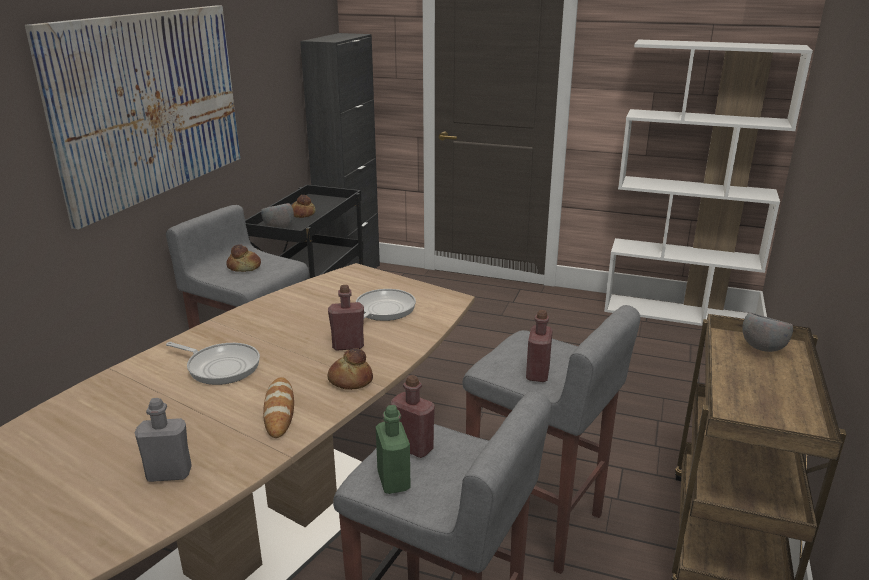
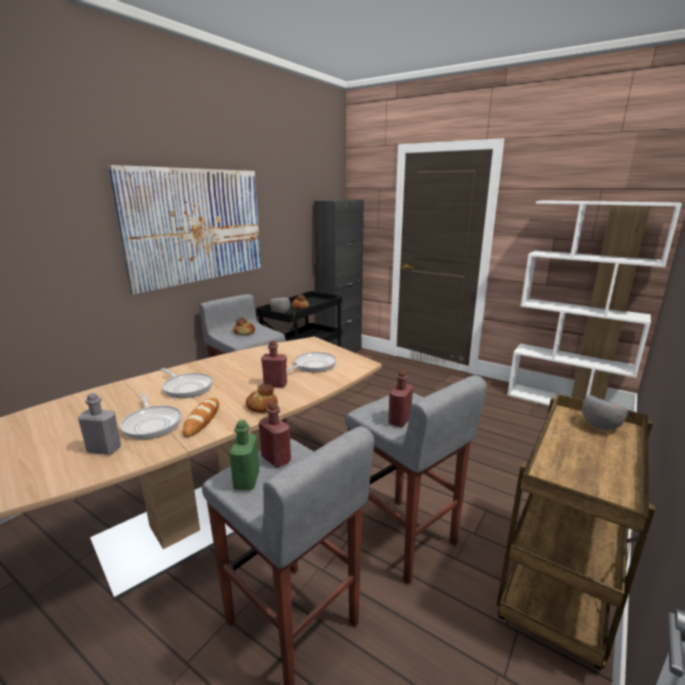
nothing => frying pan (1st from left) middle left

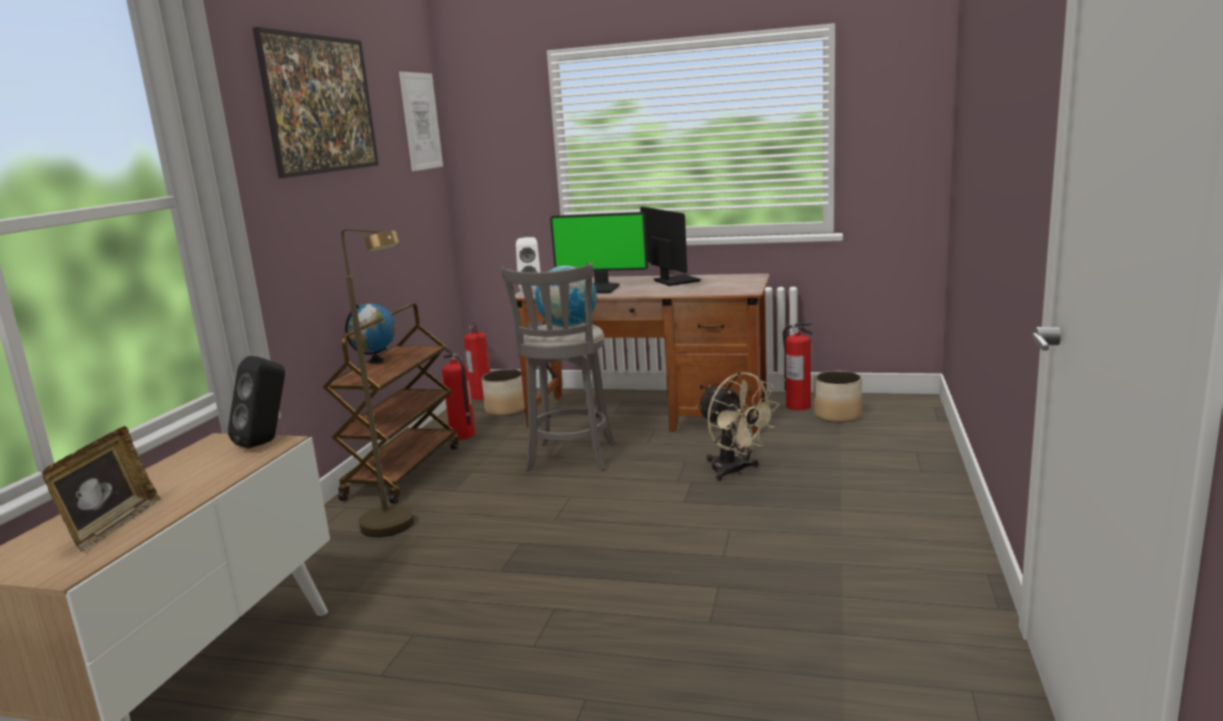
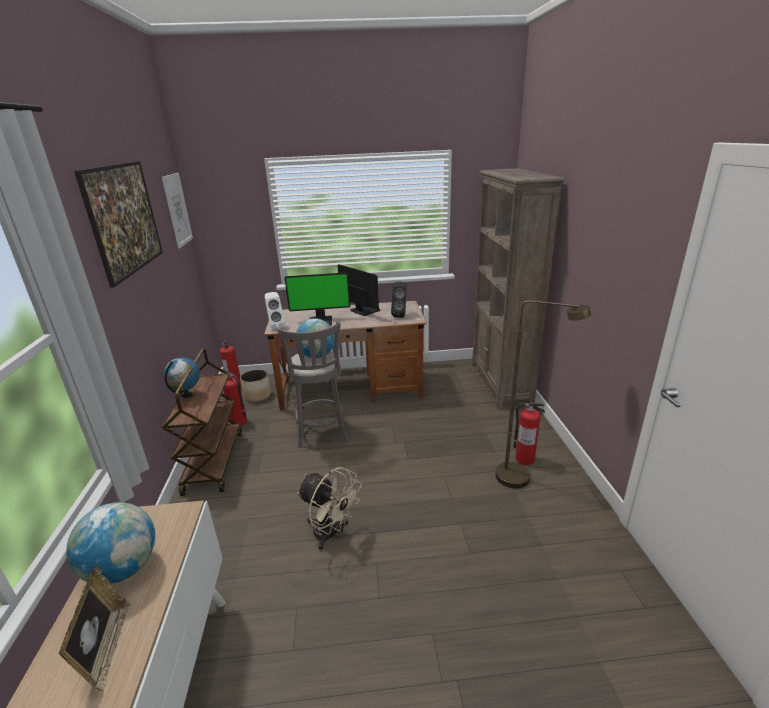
planter (2nd from left) middle right => nothing
nothing => globe (1st from left) bottom left
nothing => brown bookcase middle right
black speaker middle left => black speaker centre, moved
brown floor lamp middle left => brown floor lamp middle right, moved
beige fan centre => beige fan bottom centre, moved
fire extinguisher (3rd from left) centre => fire extinguisher (3rd from left) middle right, moved

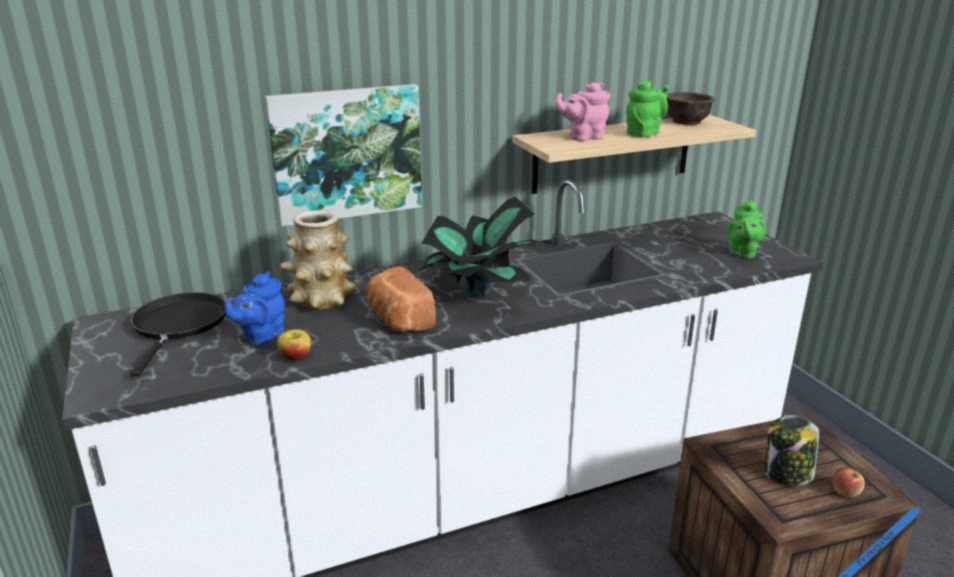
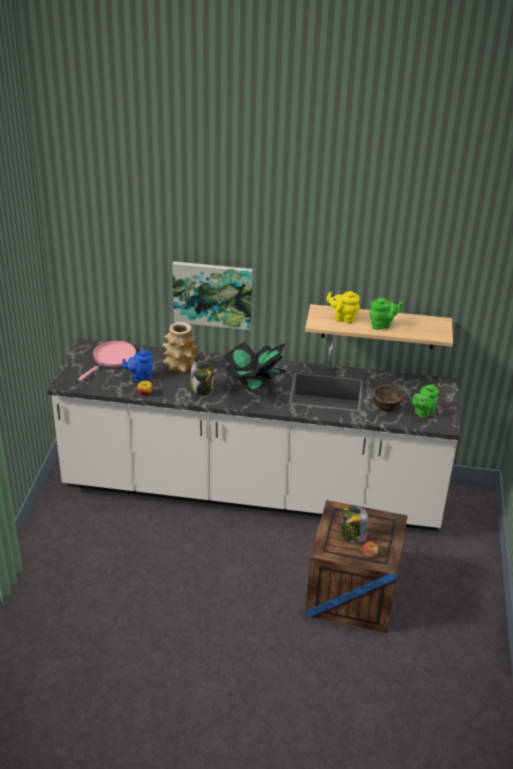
brown bowl top right => brown bowl middle right, moved
bread centre => jar (1st from left) centre
black frying pan middle left => pink frying pan middle left
pink teapot top centre => yellow teapot middle right

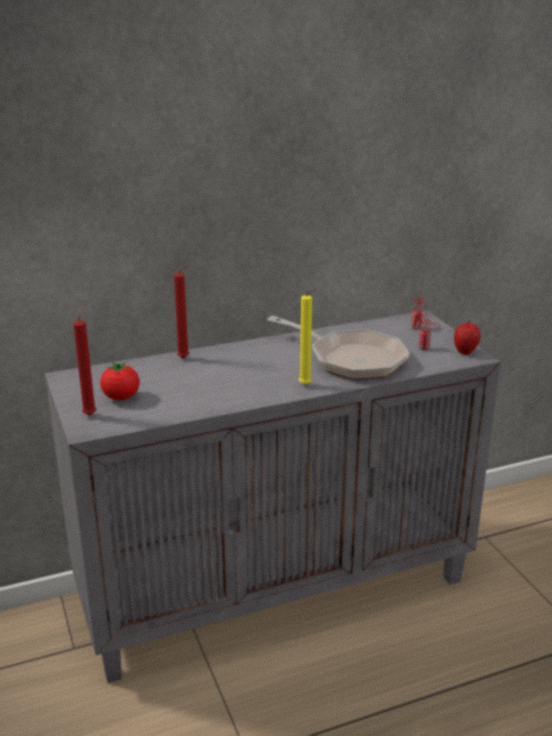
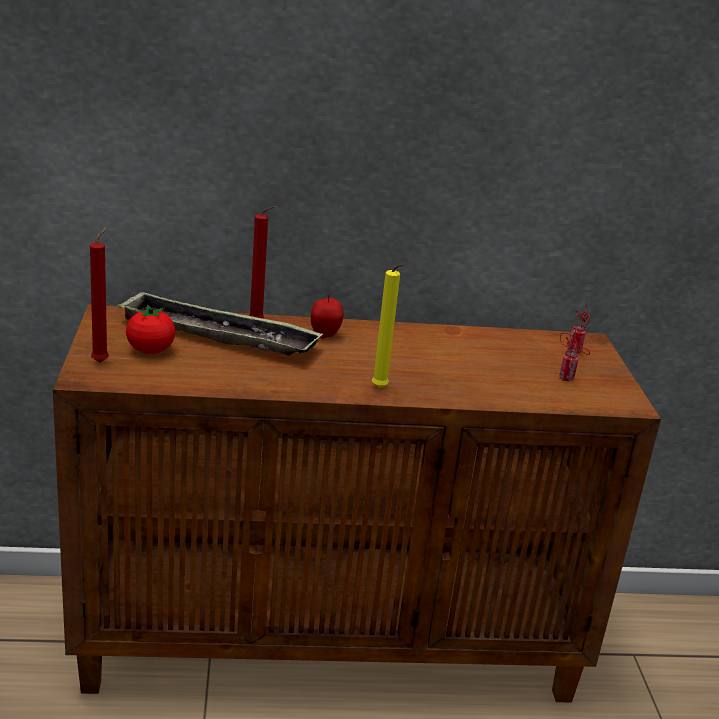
frying pan centre => nothing
nothing => tray middle left
apple middle right => apple centre, moved
grey cabinet bottom centre => brown cabinet bottom centre

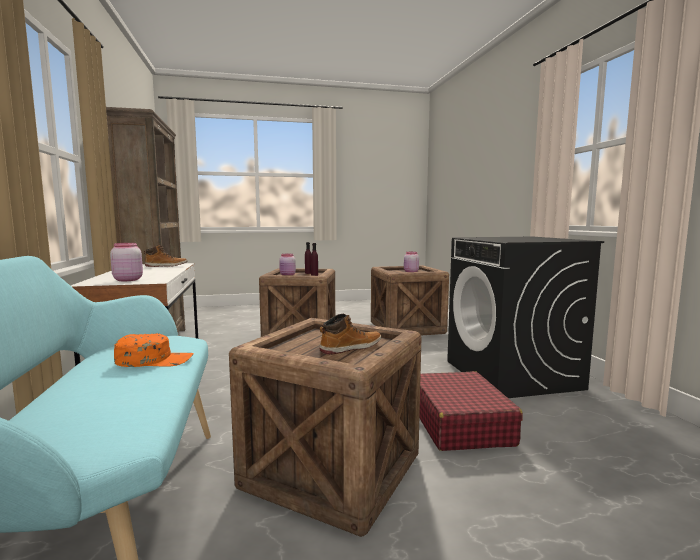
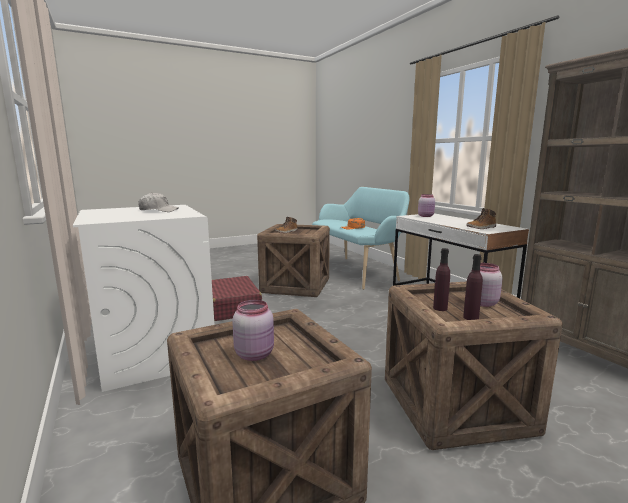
nothing => white cap middle left
black washing machine middle right => white washing machine middle left

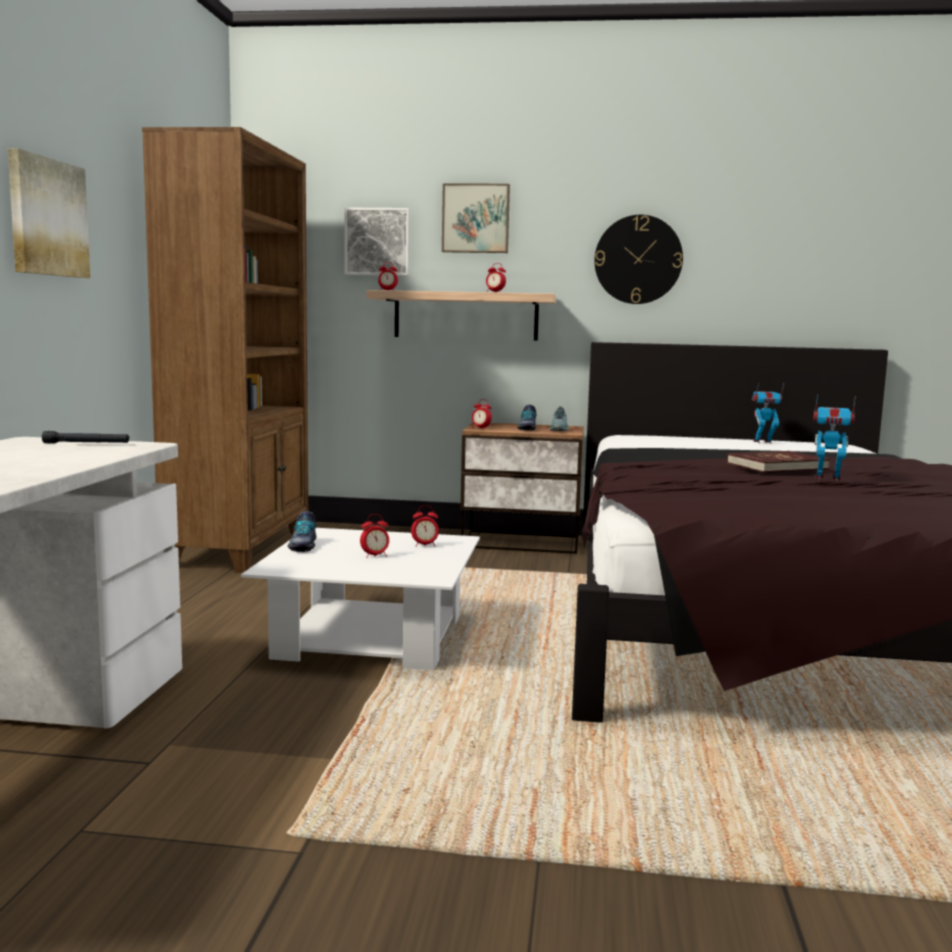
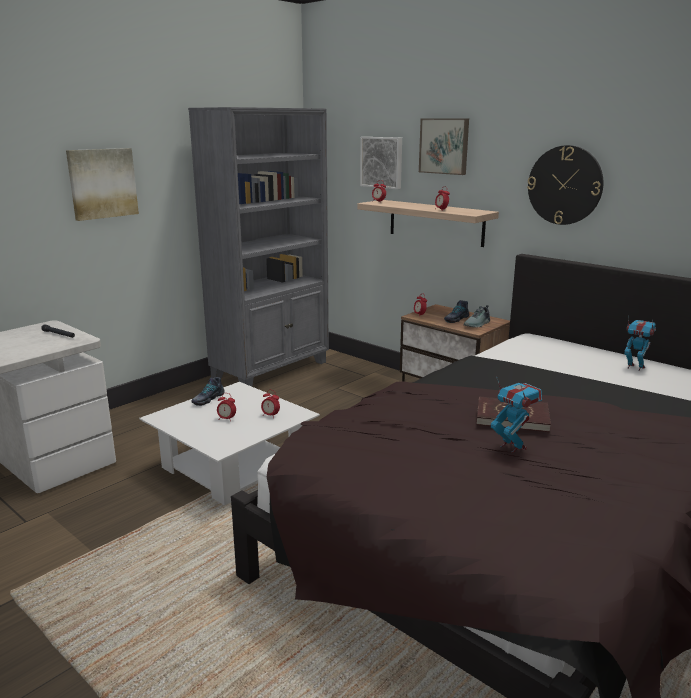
brown bookcase middle left => grey bookcase centre

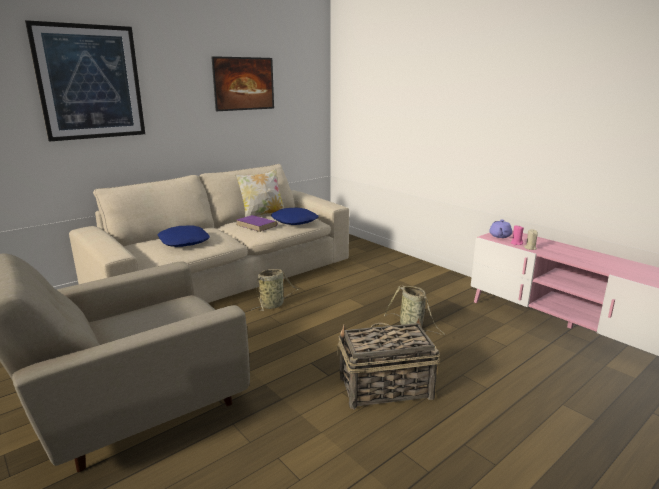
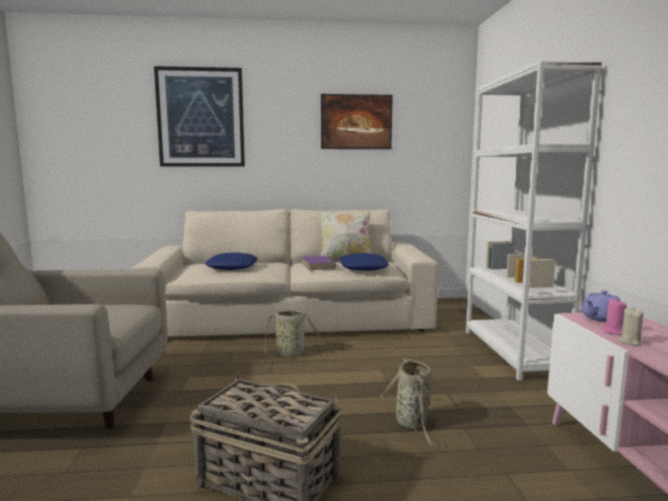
nothing => white bookcase middle right

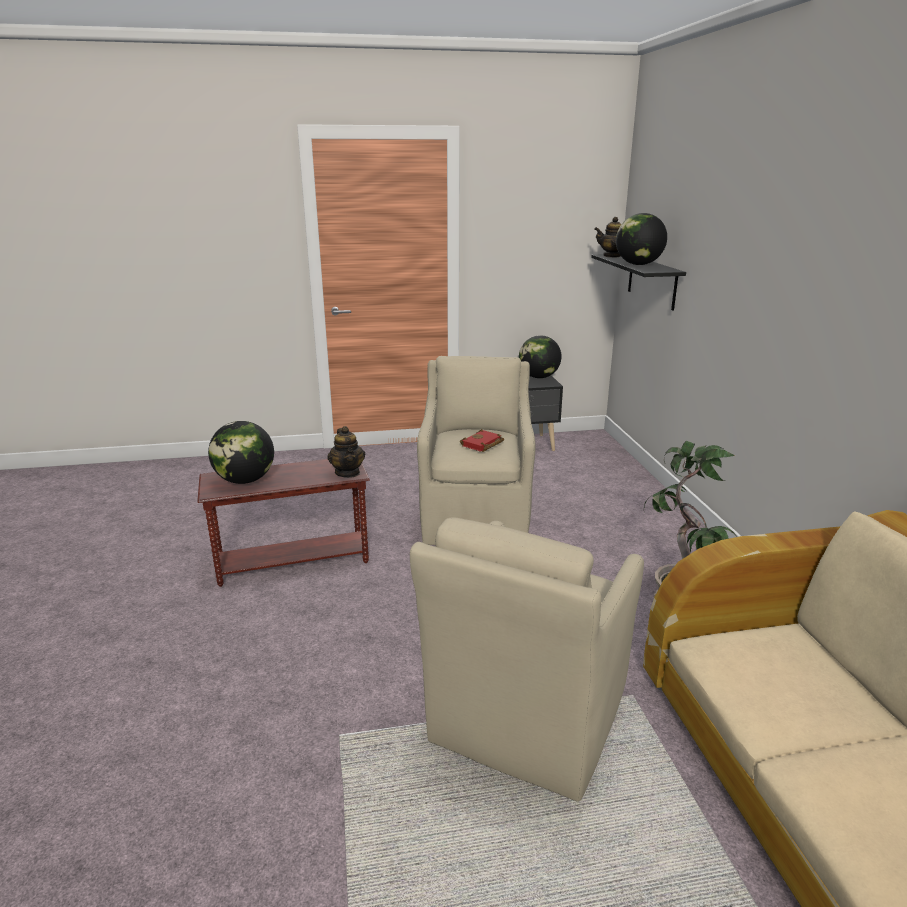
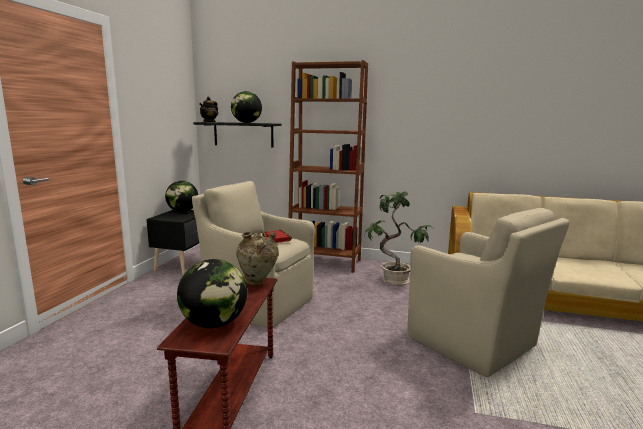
nothing => brown bookcase centre
teapot (1st from left) centre => beige vase centre

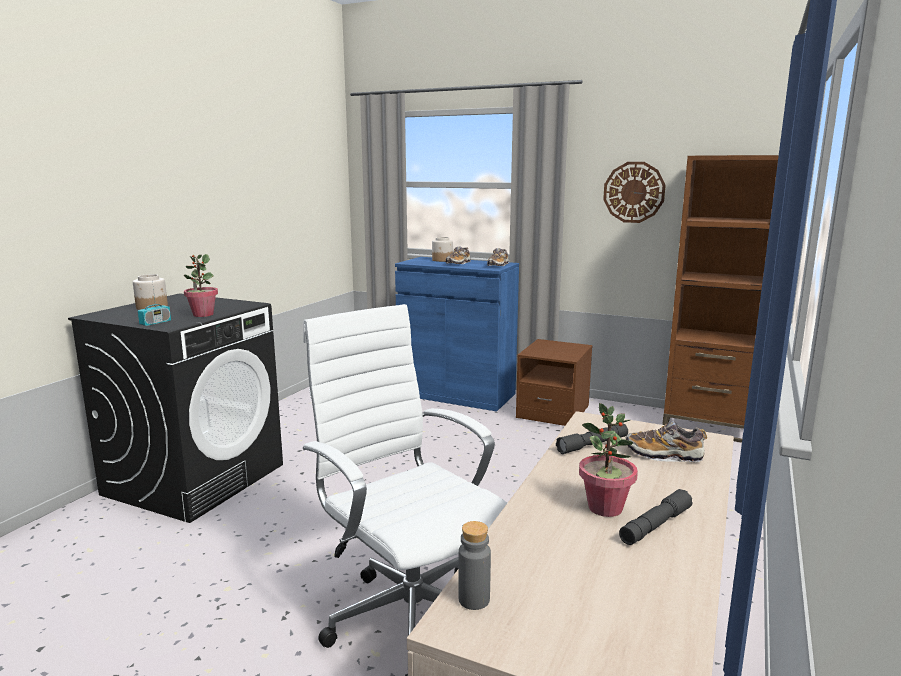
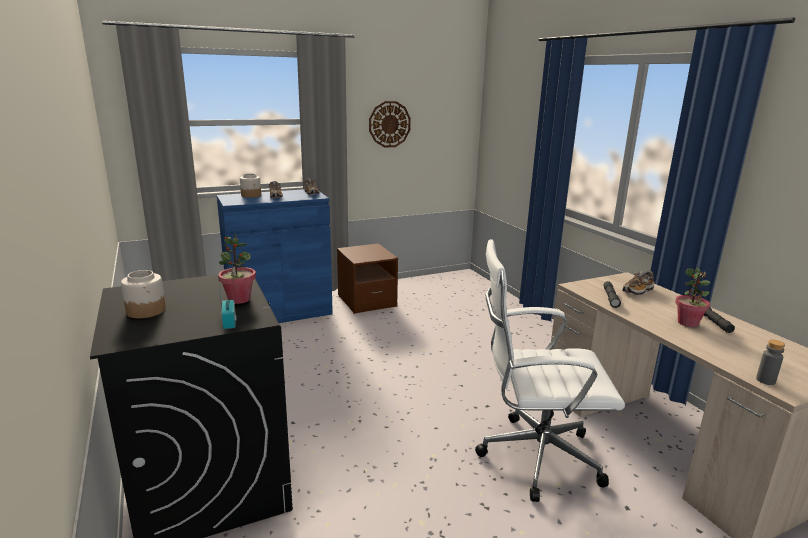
brown bookcase middle right => nothing

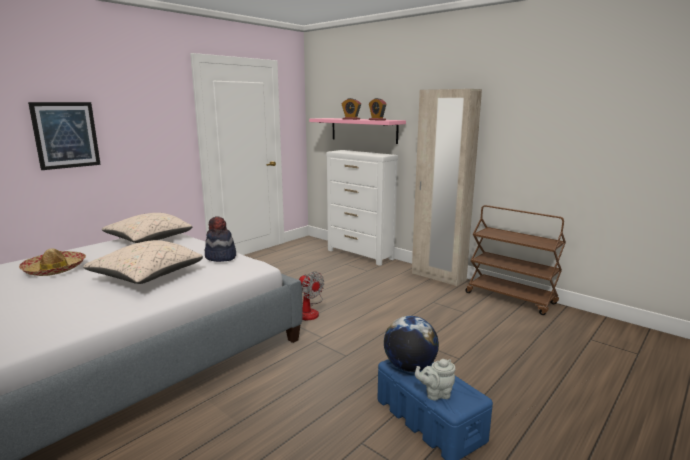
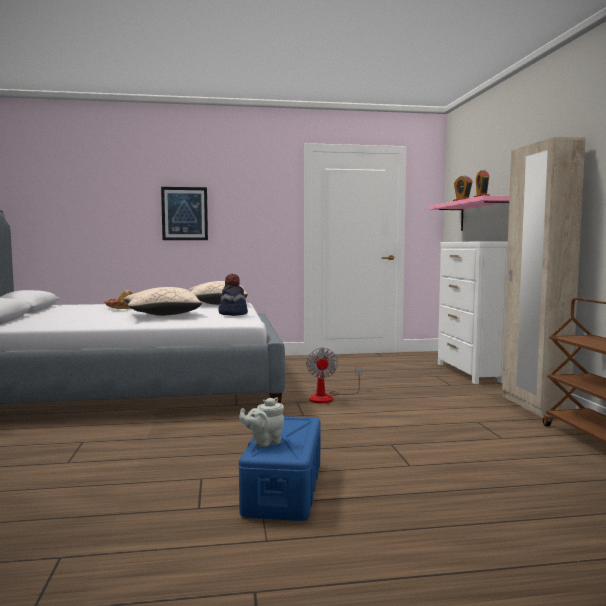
globe bottom centre => nothing
grey teapot bottom centre, 60 degrees counterclockwise

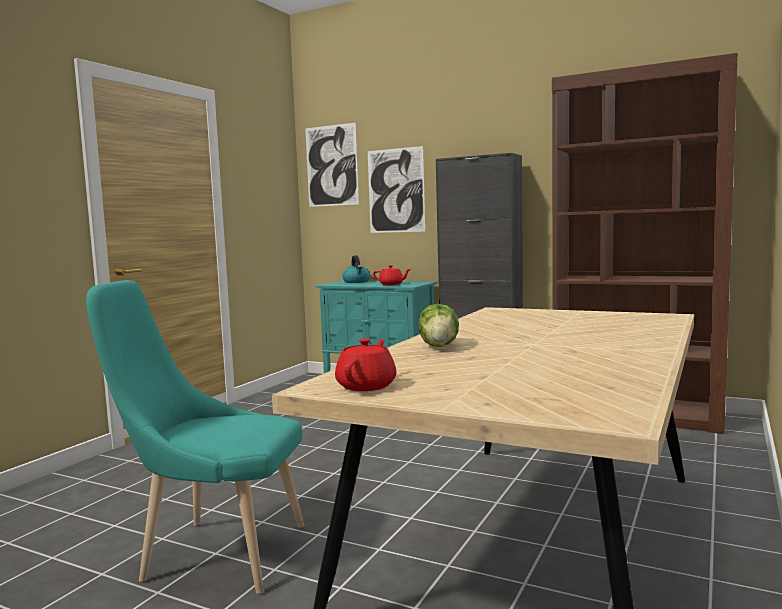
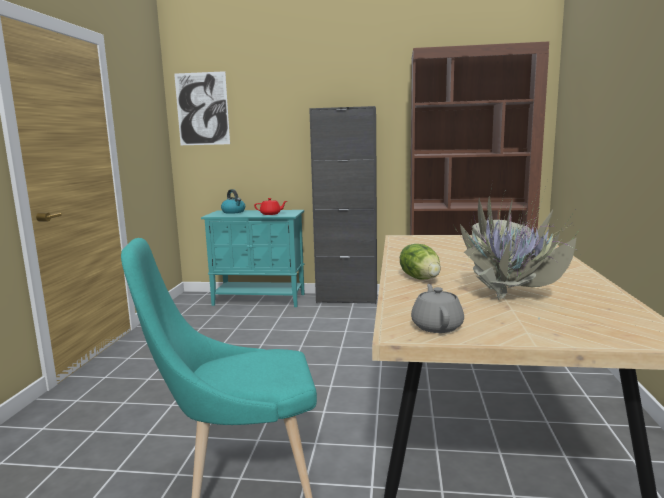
picture (2nd from left) top centre => nothing
nothing => potted plant middle right
red teapot (1st from left) centre => grey teapot centre

